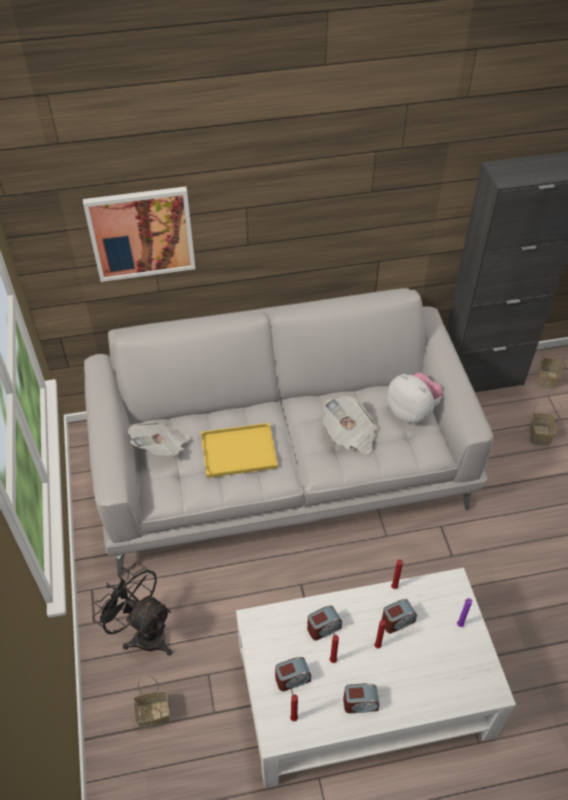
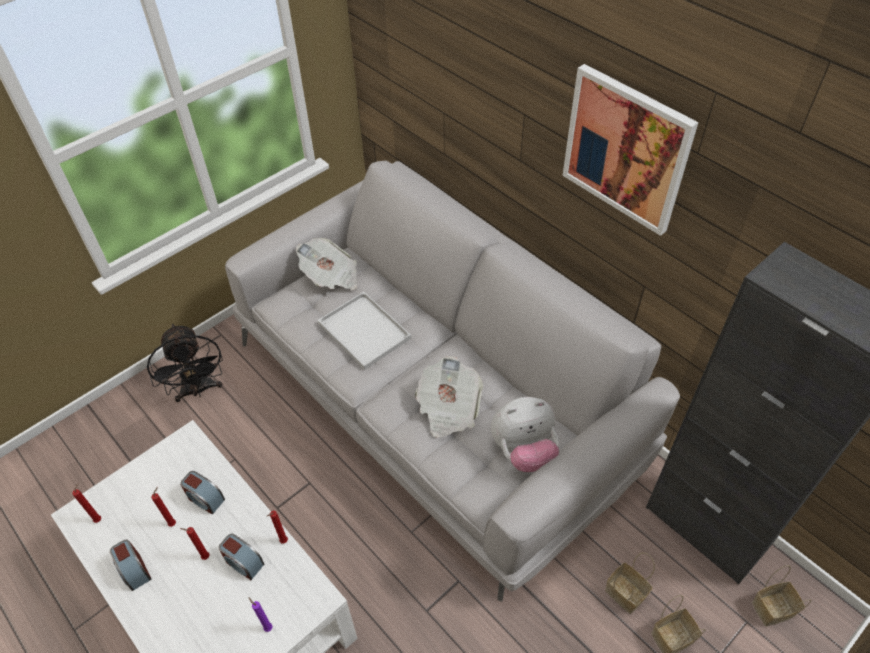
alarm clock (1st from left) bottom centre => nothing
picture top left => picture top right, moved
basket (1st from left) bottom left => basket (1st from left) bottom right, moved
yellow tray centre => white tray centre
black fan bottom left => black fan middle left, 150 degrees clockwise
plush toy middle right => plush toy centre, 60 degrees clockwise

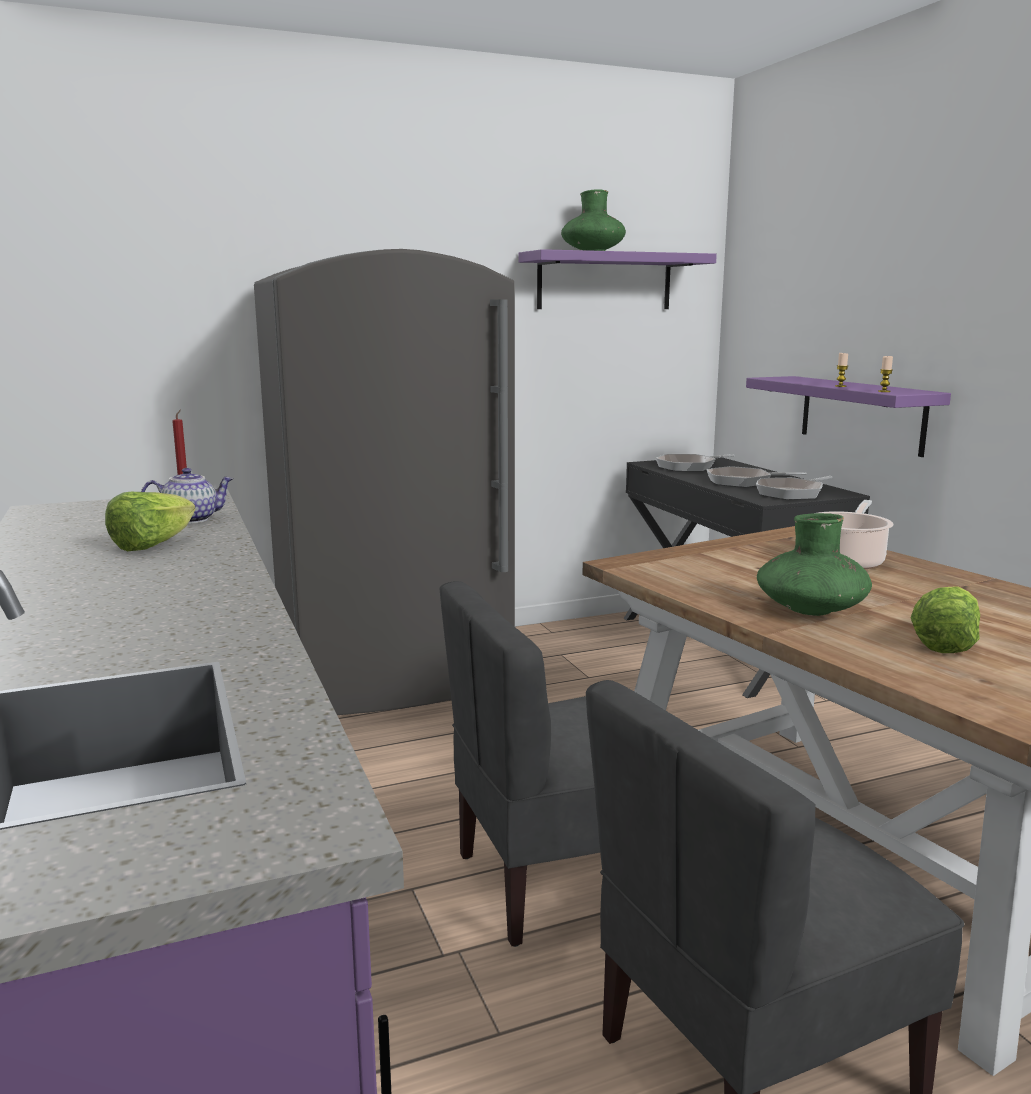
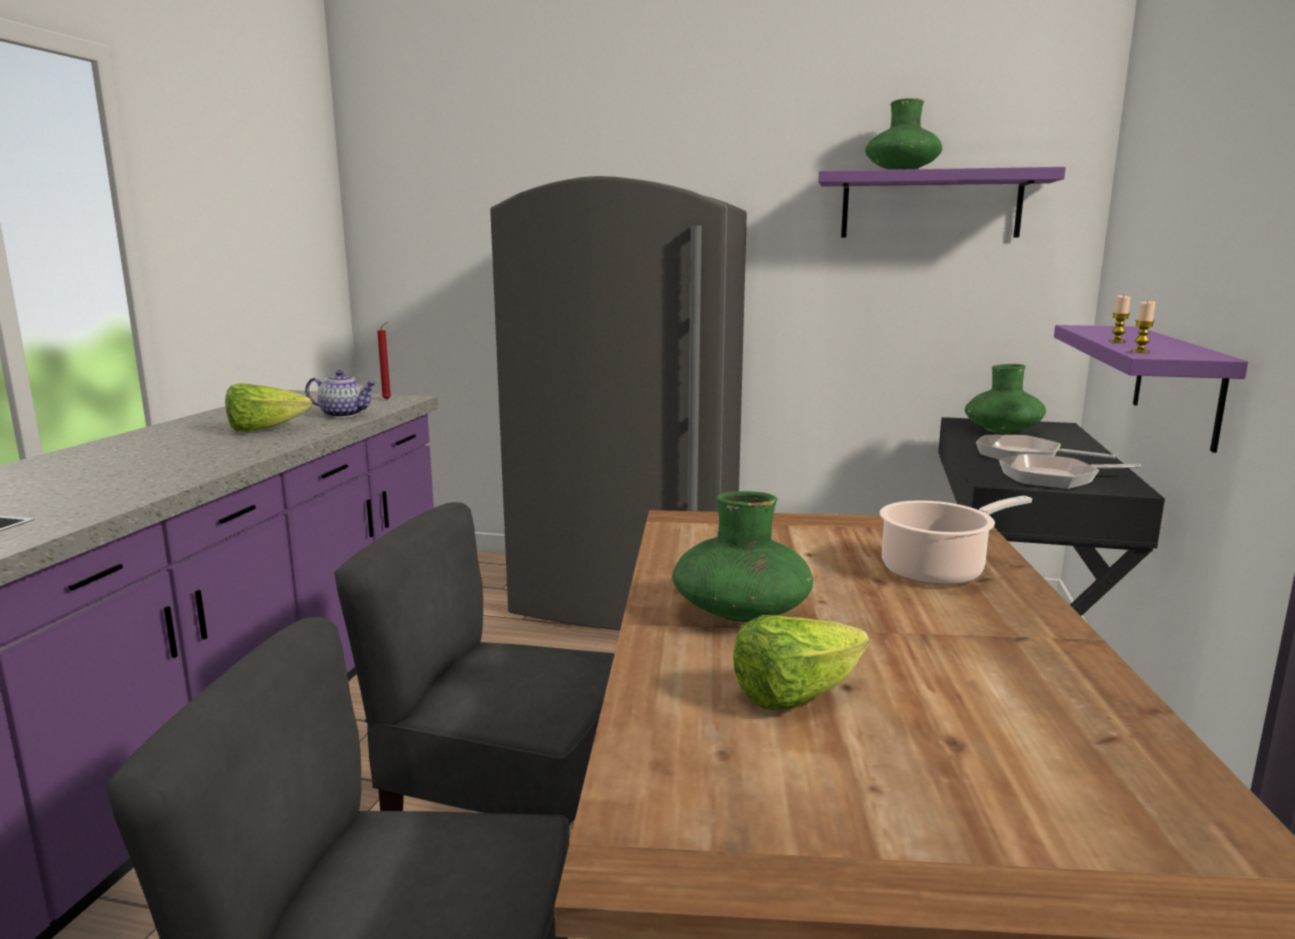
frying pan (1st from left) middle right => green vase (3rd from left) middle right

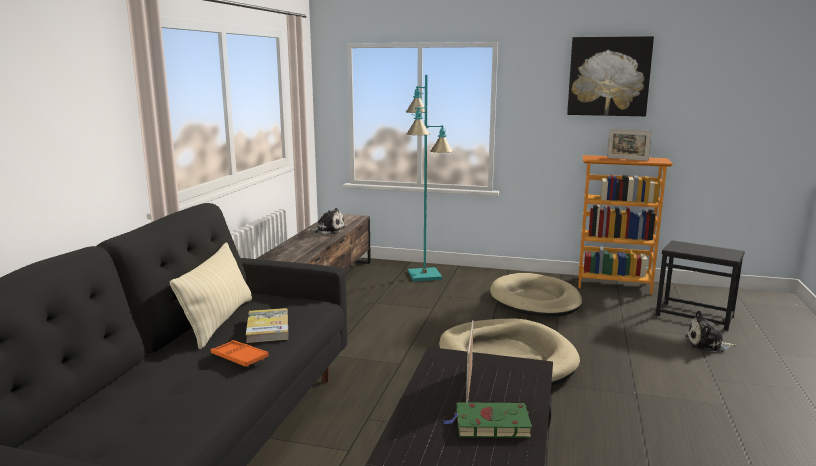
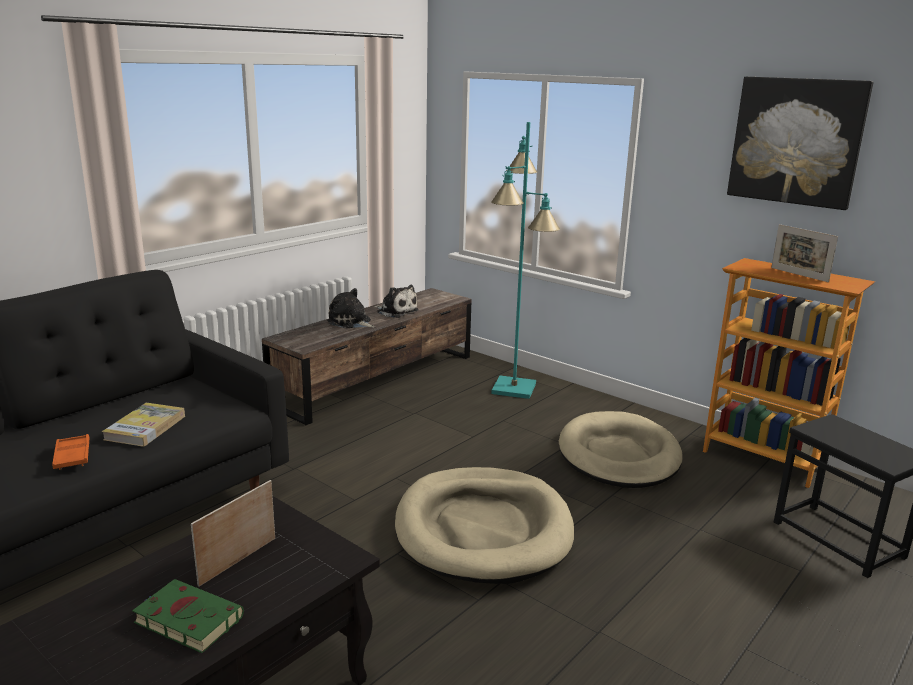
beige pillow middle left => nothing
plush toy (2nd from left in the first image) bottom right => plush toy (1st from left) centre, moved

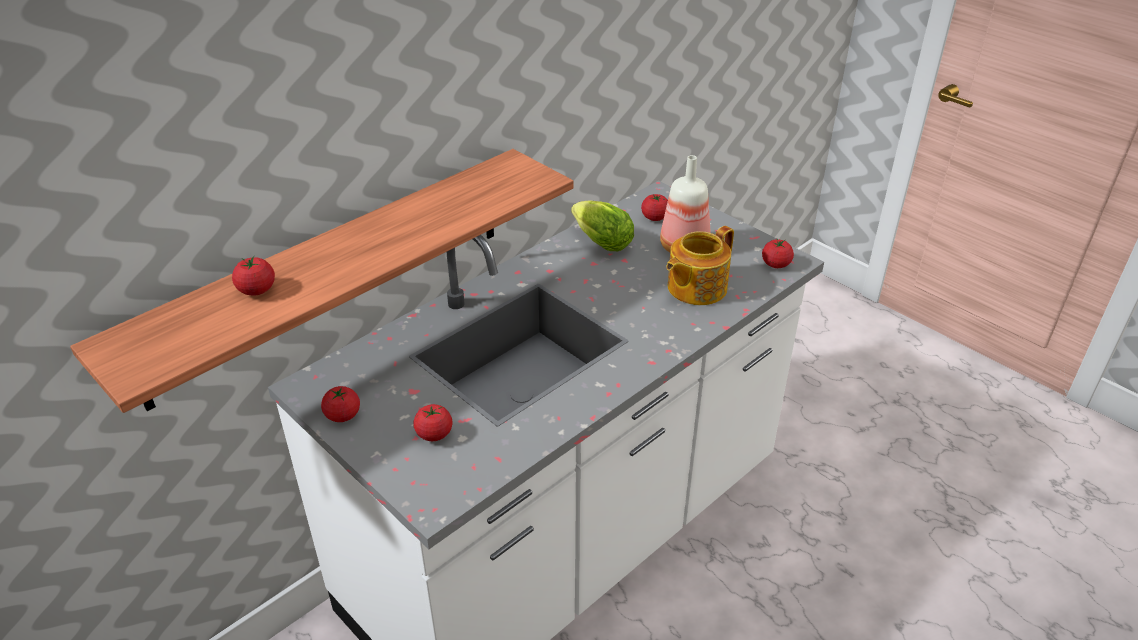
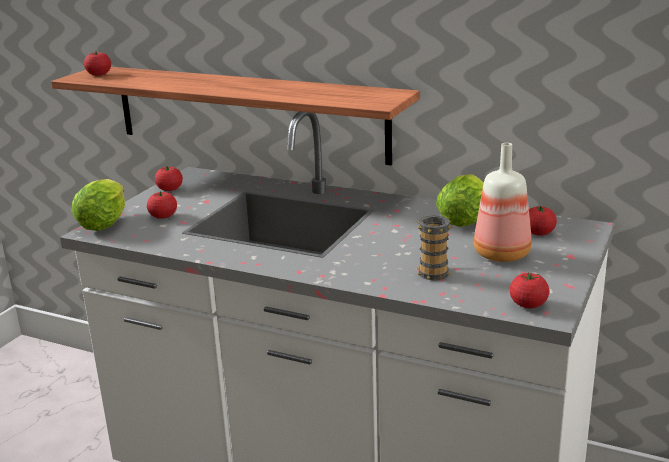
nothing => lettuce (1st from left) middle left
tomato (1st from left) middle left => tomato (1st from left) top left, moved
teapot centre => mug centre

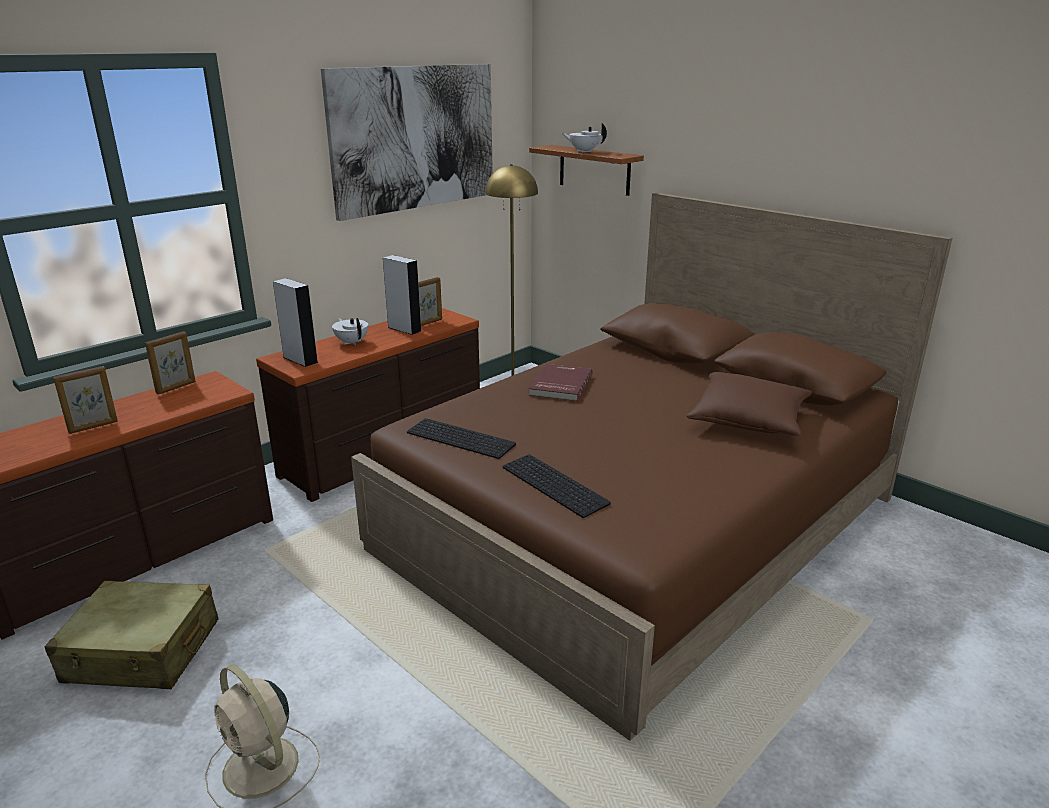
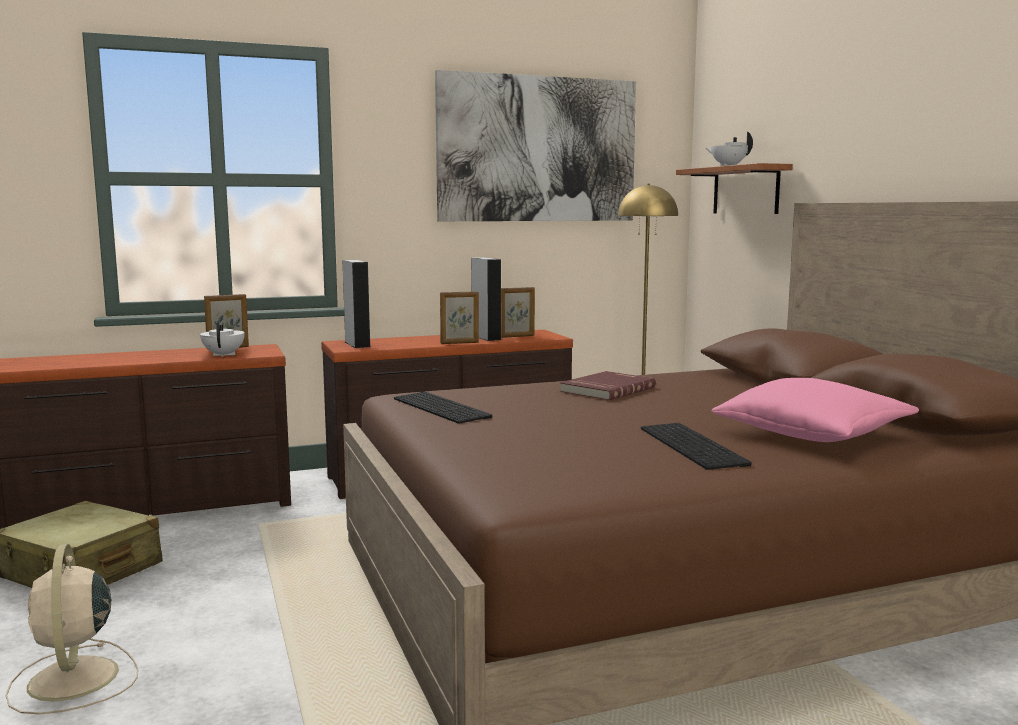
picture frame (1st from left in the first image) middle left => picture frame (2nd from left) centre, moved
white teapot (1st from left) centre => white teapot (1st from left) middle left, moved
keyboard (2nd from left) centre => keyboard (2nd from left) middle right, moved
brown pillow middle right => pink pillow middle right

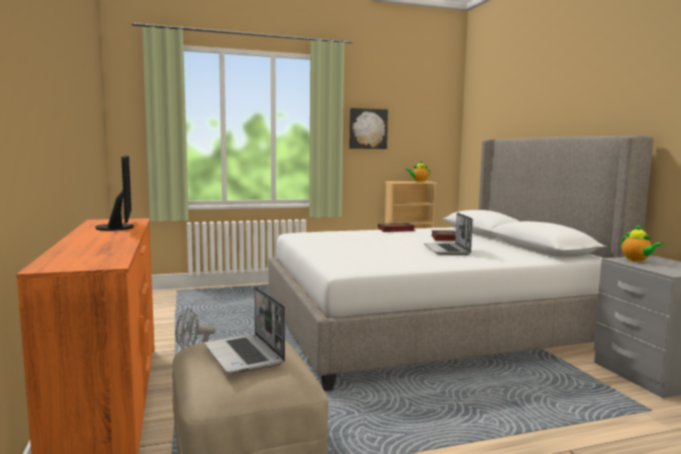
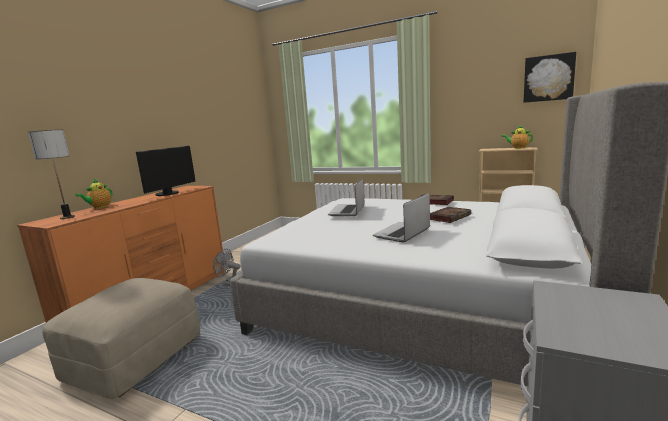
nothing => table lamp middle left
laptop (1st from left) bottom centre => laptop (1st from left) centre, moved
picture top centre => picture top right, moved
teapot (2nd from left in the first image) middle right => teapot (1st from left) middle left, moved

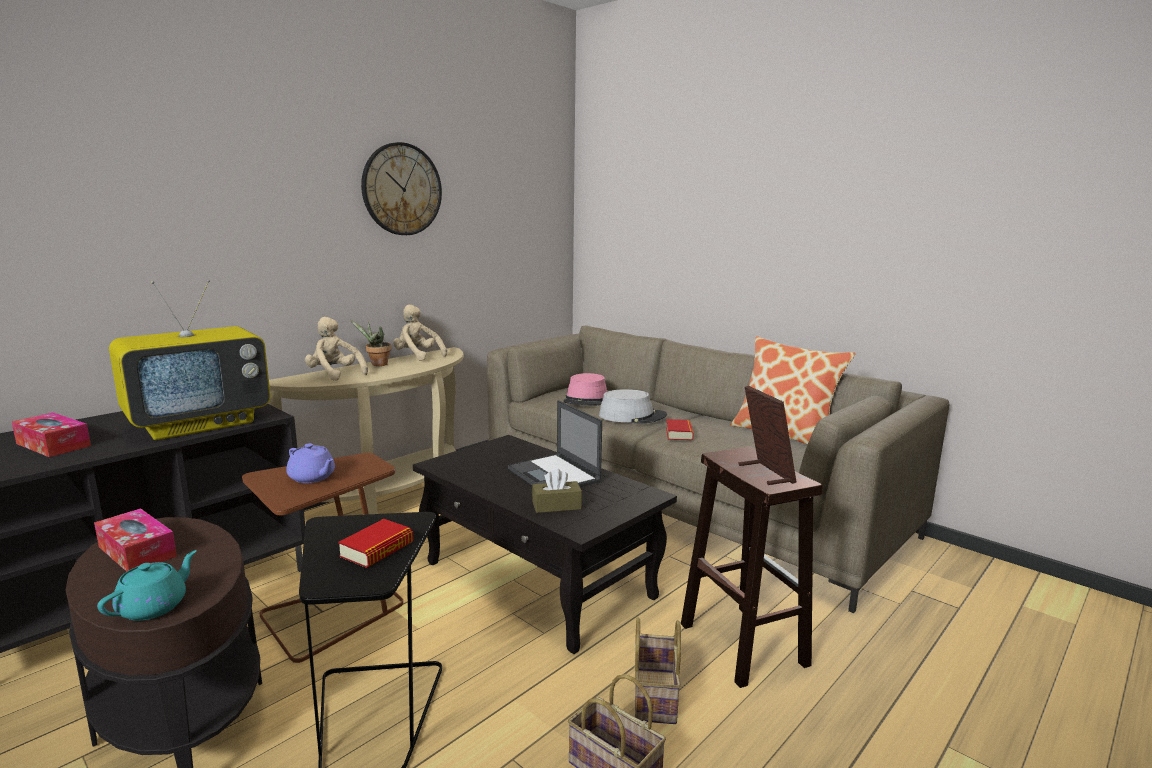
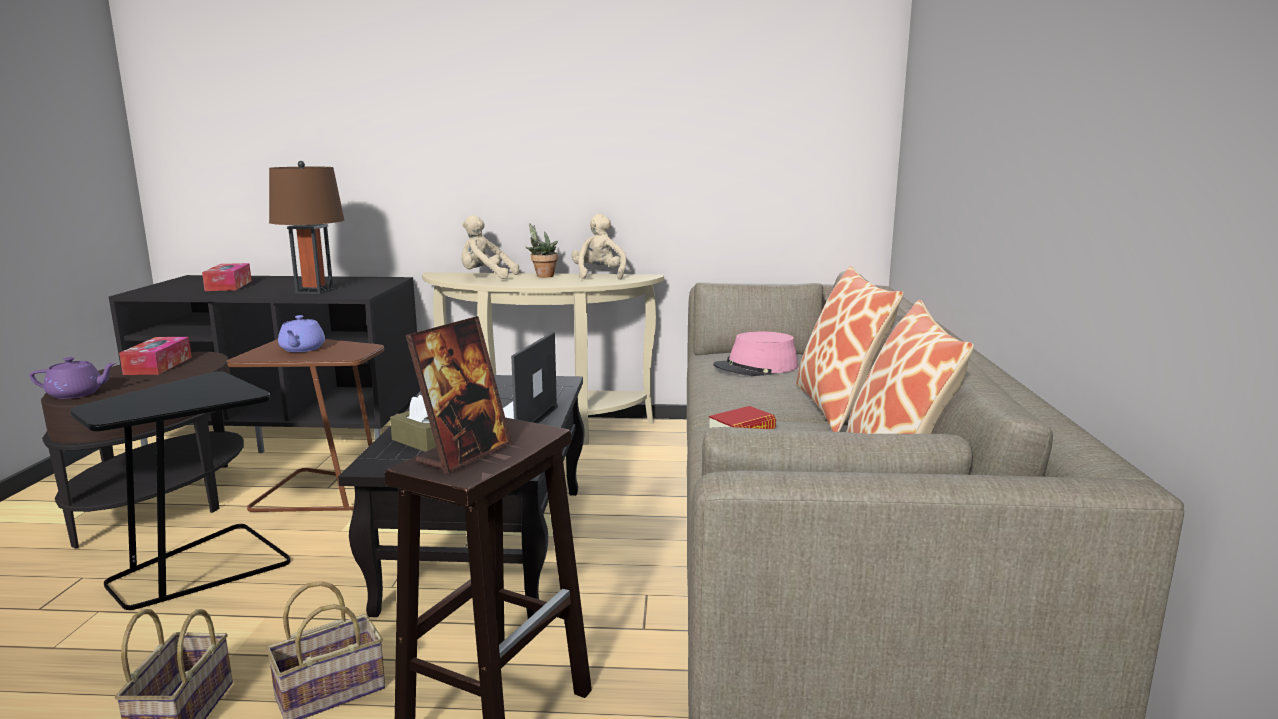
book (1st from left) bottom left => nothing
wall clock top centre => nothing
grey hat centre => nothing
nothing => pillow (1st from left) centre
television middle left => brown table lamp top left
turquoise teapot bottom left => purple teapot (1st from left) middle left
beige plush toy (1st from left) middle left => beige plush toy (1st from left) centre, 75 degrees counterclockwise

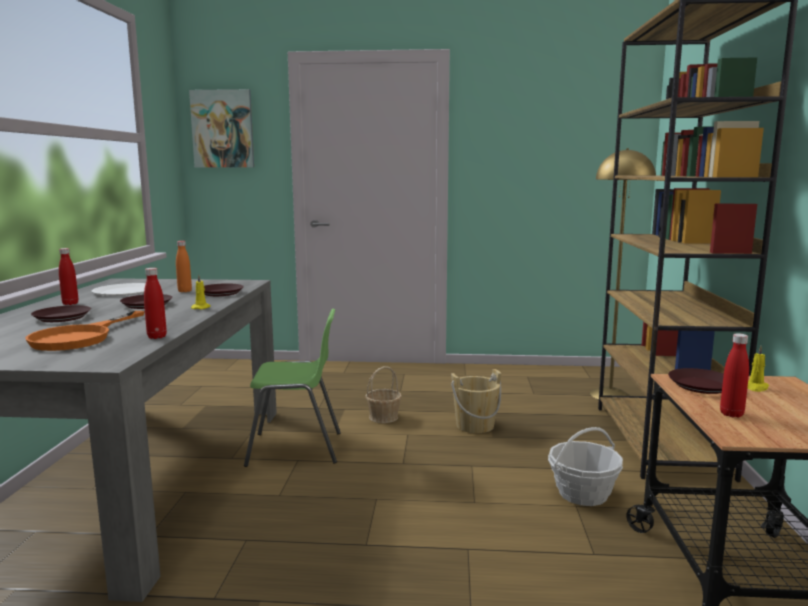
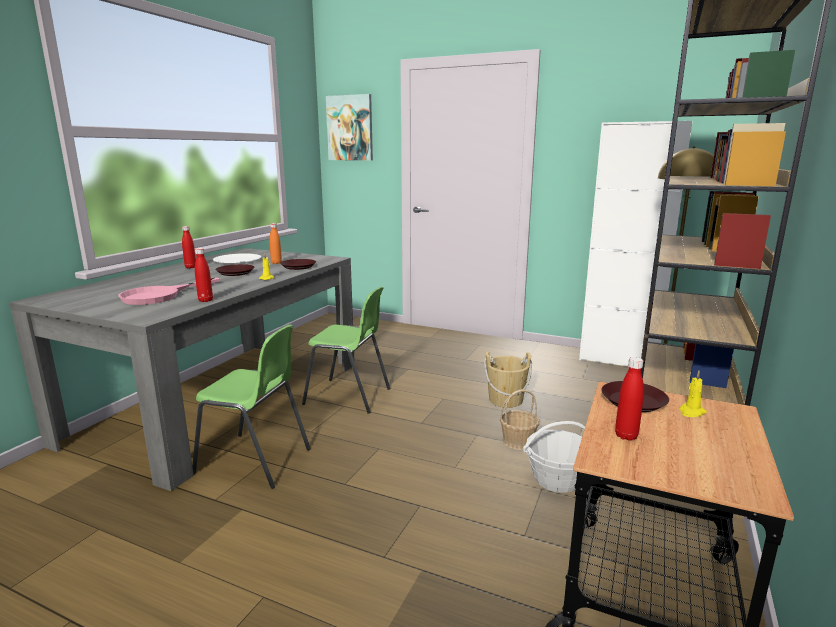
brown plate (1st from left) middle left => nothing
nothing => green chair (1st from left) middle left
nothing => white cabinet middle right
basket (1st from left) centre => basket (1st from left) bottom centre, moved
orange frying pan middle left => pink frying pan middle left

